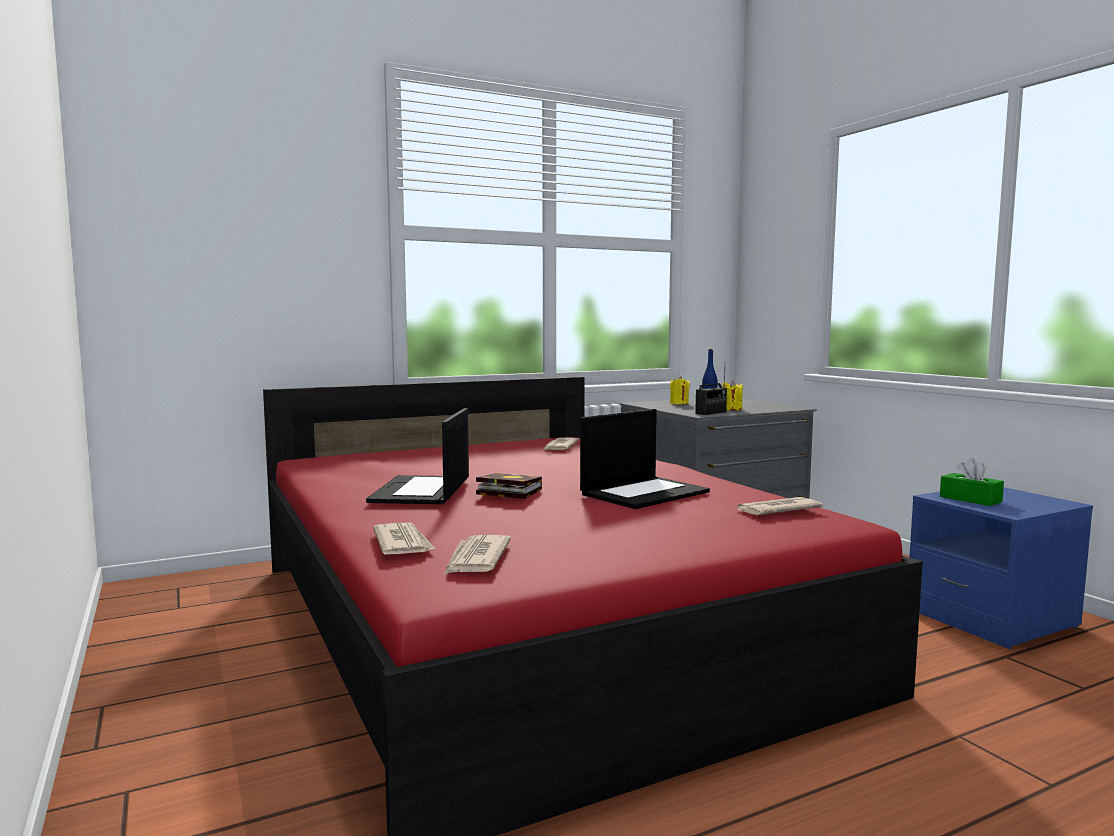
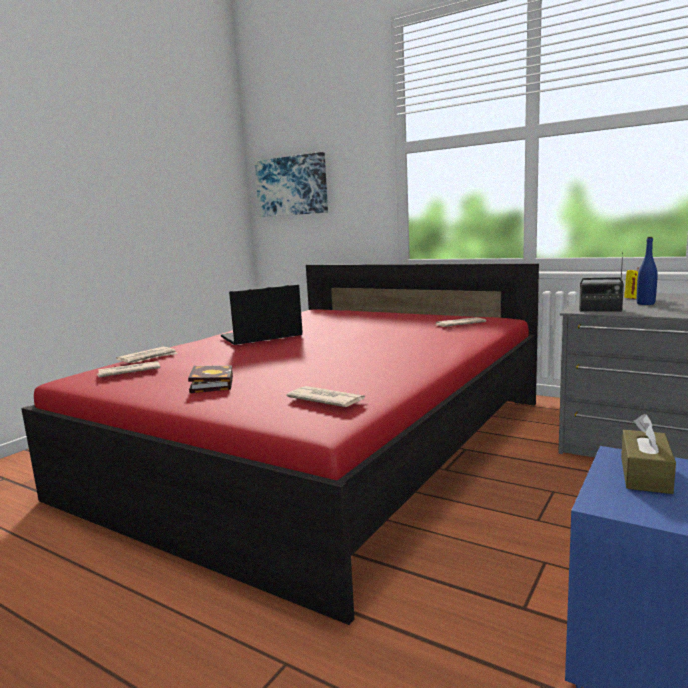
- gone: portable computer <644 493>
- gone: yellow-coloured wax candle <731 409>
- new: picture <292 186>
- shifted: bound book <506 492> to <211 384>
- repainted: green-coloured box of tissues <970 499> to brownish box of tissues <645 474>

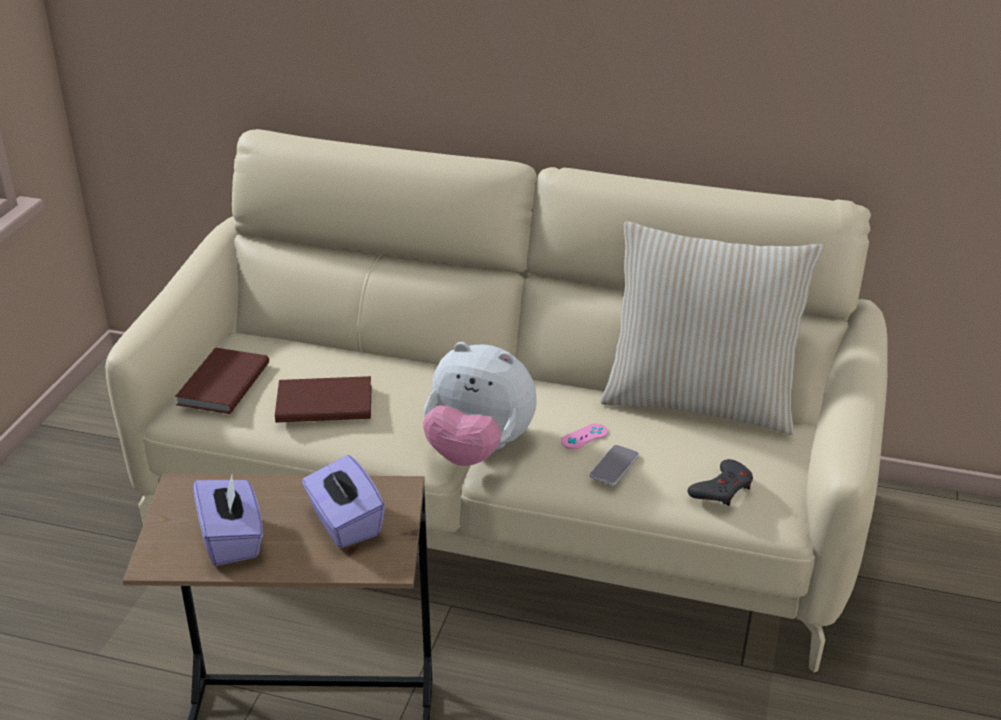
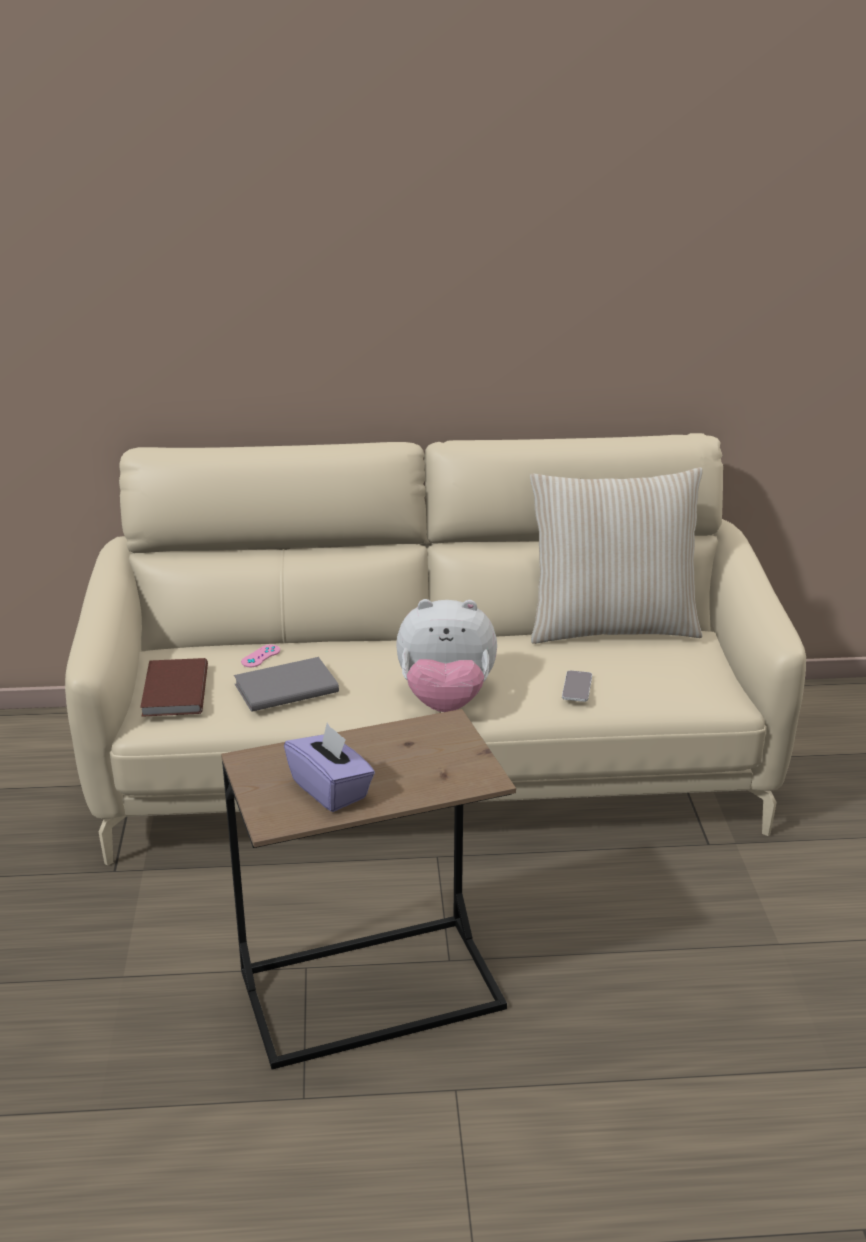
- gone: purplish box of tissues <344 523>
- gone: grey joypad <722 488>
- shifted: pink joypad <584 437> to <261 656>
- repainted: brownish bound book <323 402> to grey bound book <284 687>

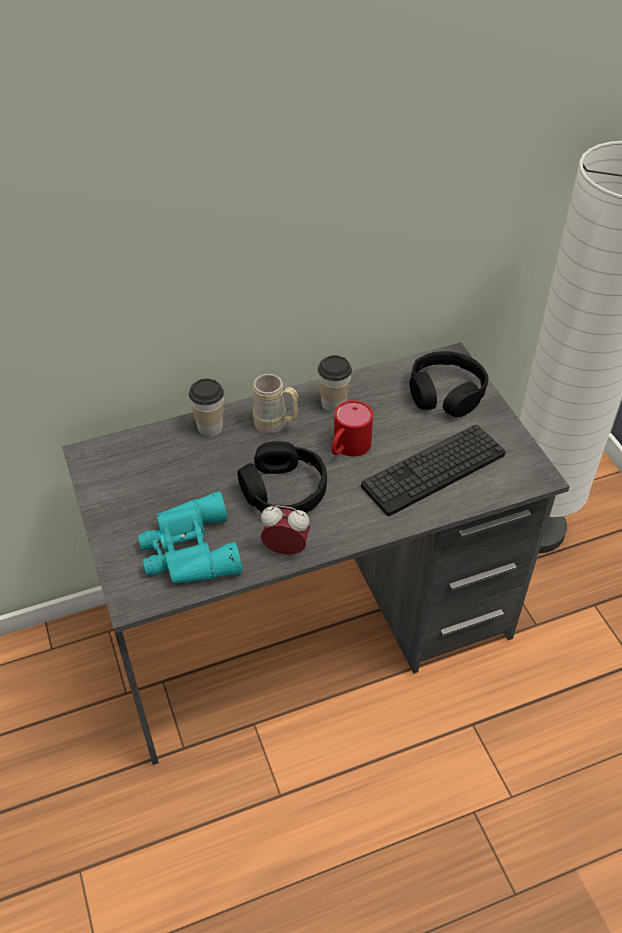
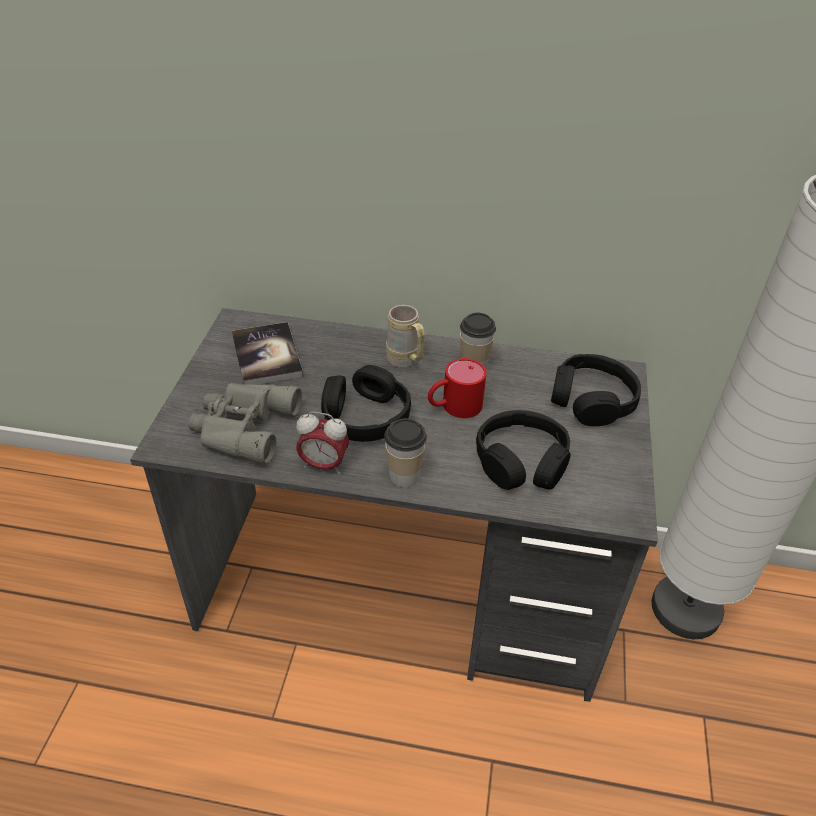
- new: bound book <267 355>
- shifted: drinking cup <210 427> to <404 475>
- swapped: computer keyboard <433 470> to black headset <521 461>
- repainted: turquoise field glasses <188 551> to grey field glasses <242 427>
- rotated: alarm clock <286 549> = <323 465> 150 degrees clockwise

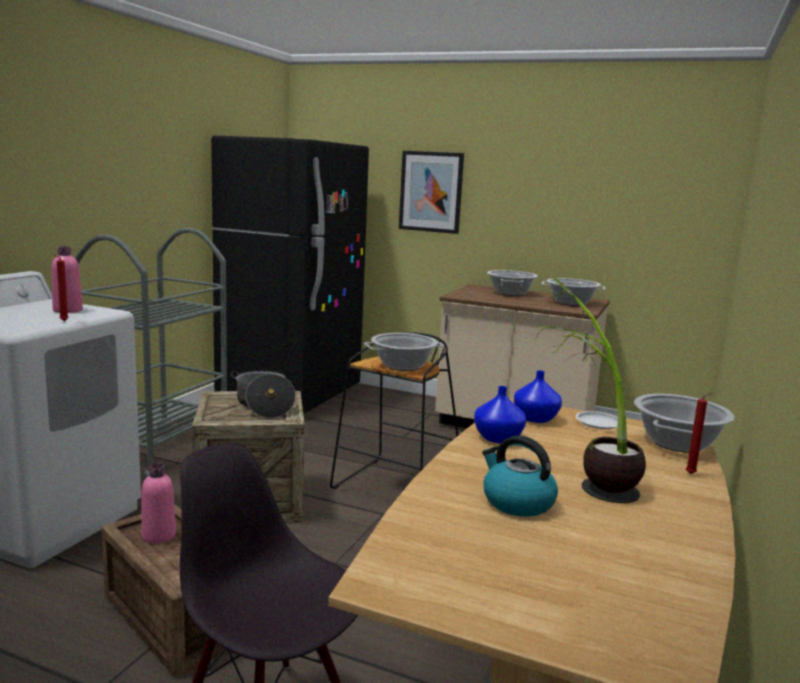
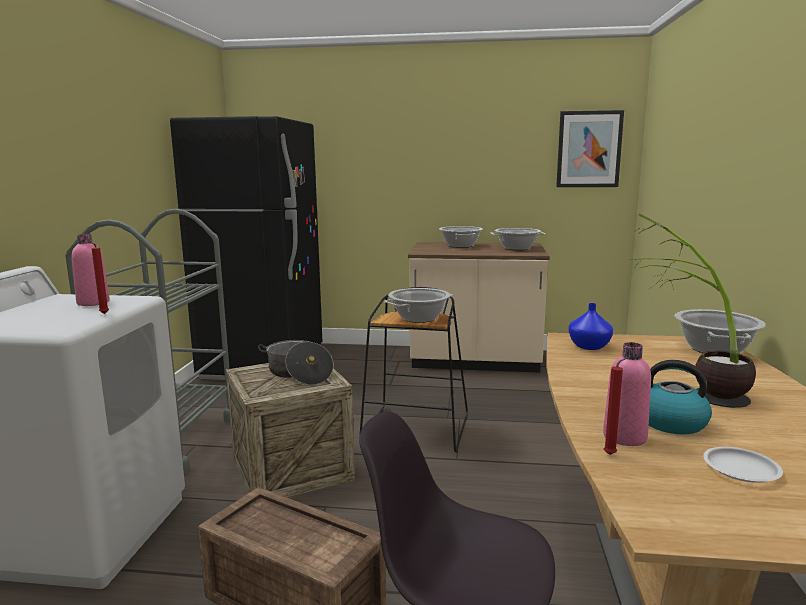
- gone: blue-coloured vase <497 437>
- shifted: pink beverage bottle <159 536> to <624 437>
- shifted: picture <431 192> to <589 149>
- shifted: white dinner plate <598 423> to <741 469>
- shifted: reddish wax candle <692 474> to <611 454>

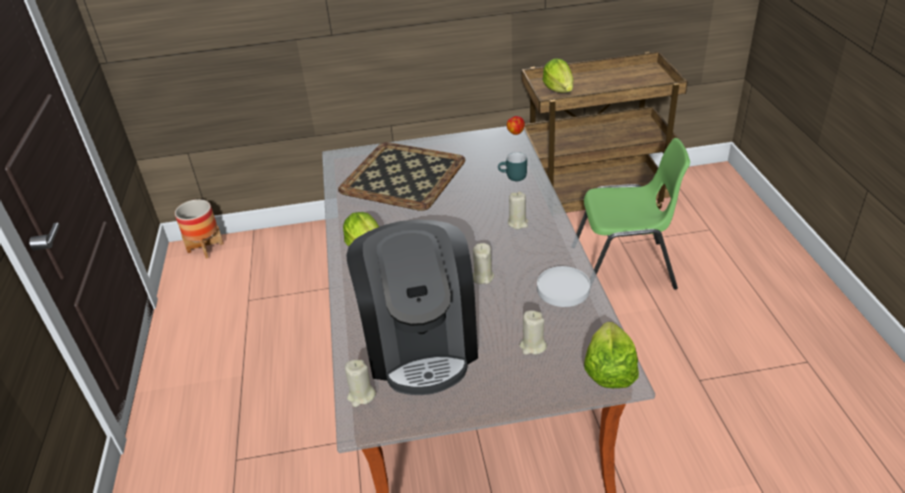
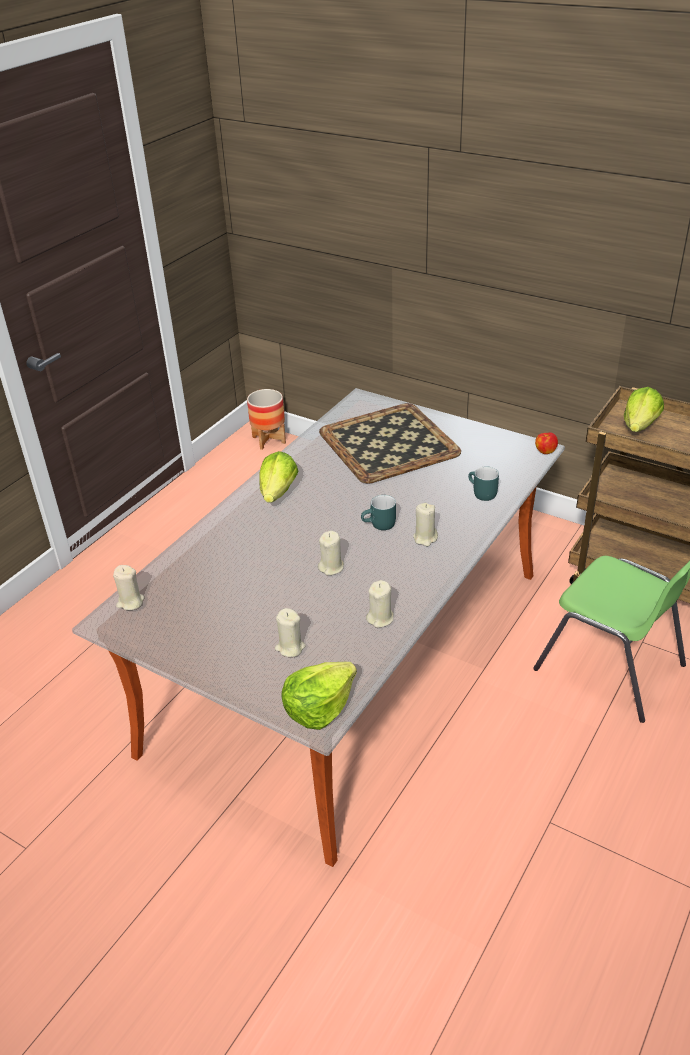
- gone: coffee maker <420 345>
- new: turquoise tea mug <380 525>
- swapped: white dinner plate <563 289> to beige-coloured wax candle <380 618>

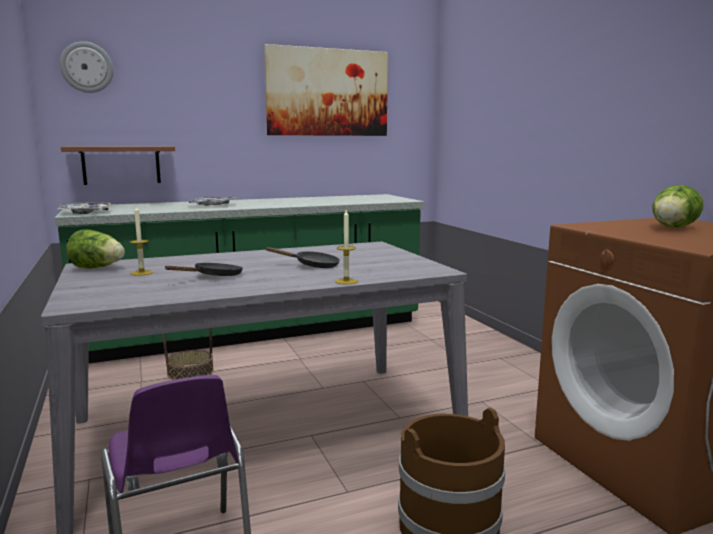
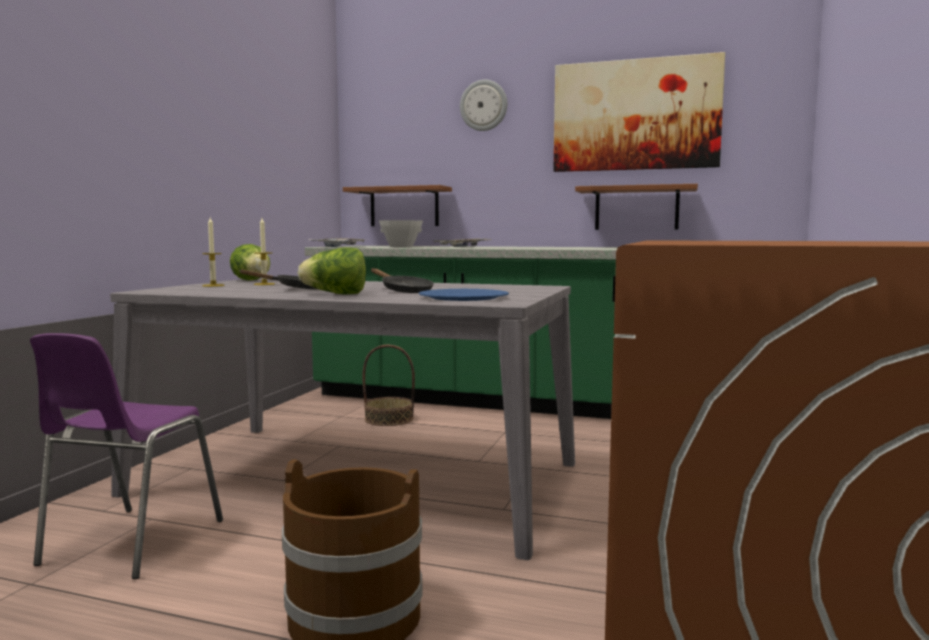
- new: white bowl <401 246>
- new: blue-coloured dinner plate <463 297>
- new: wall shelf <636 208>
- shifted: wall clock <87 67> to <483 105>
- shifted: wax candle <346 281> to <213 285>
- shifted: lettuce head <672 228> to <336 294>

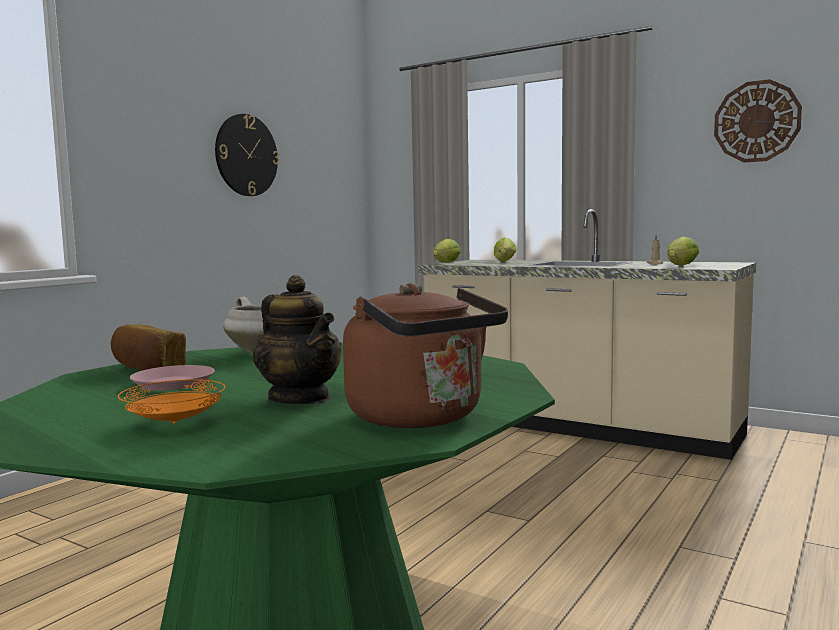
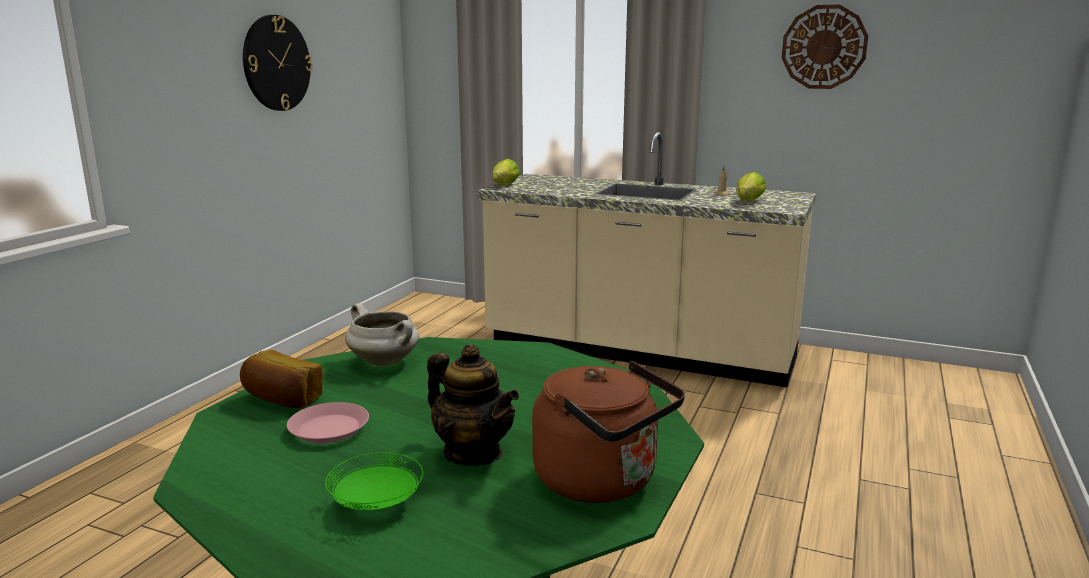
- gone: lettuce head <504 261>
- repainted: orange dinner plate <175 423> to green-coloured dinner plate <377 504>

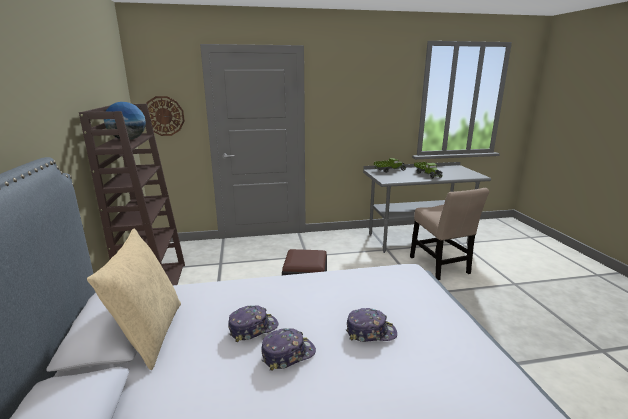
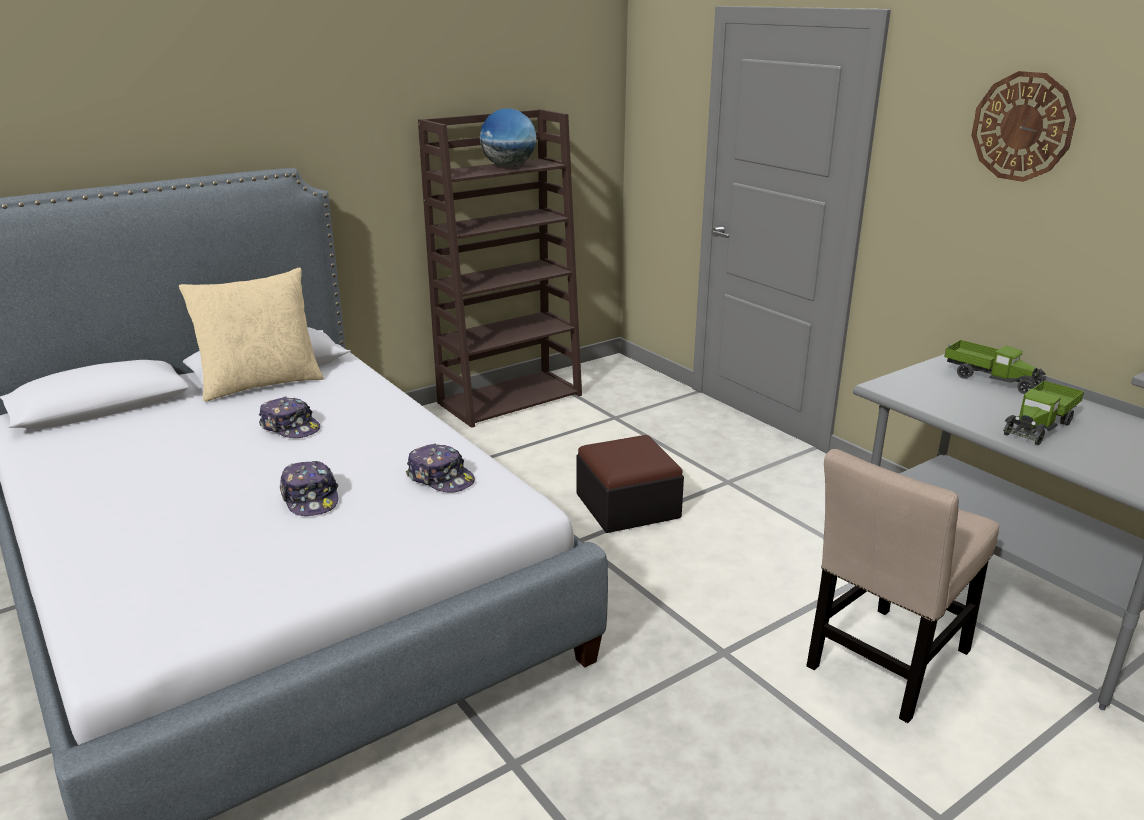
- shifted: wall clock <164 116> to <1022 126>
- shifted: baseball cap <288 354> to <441 478>

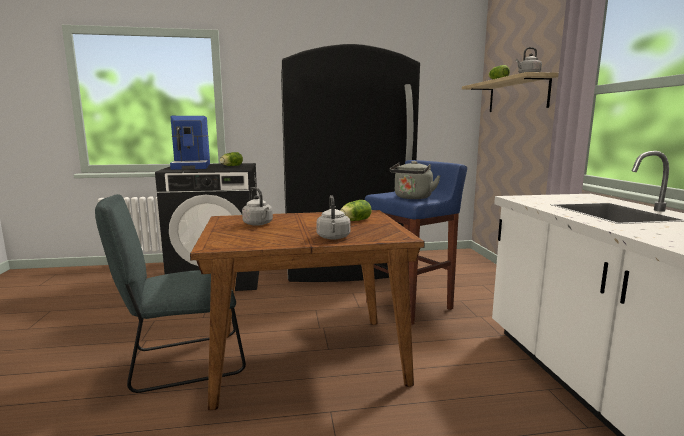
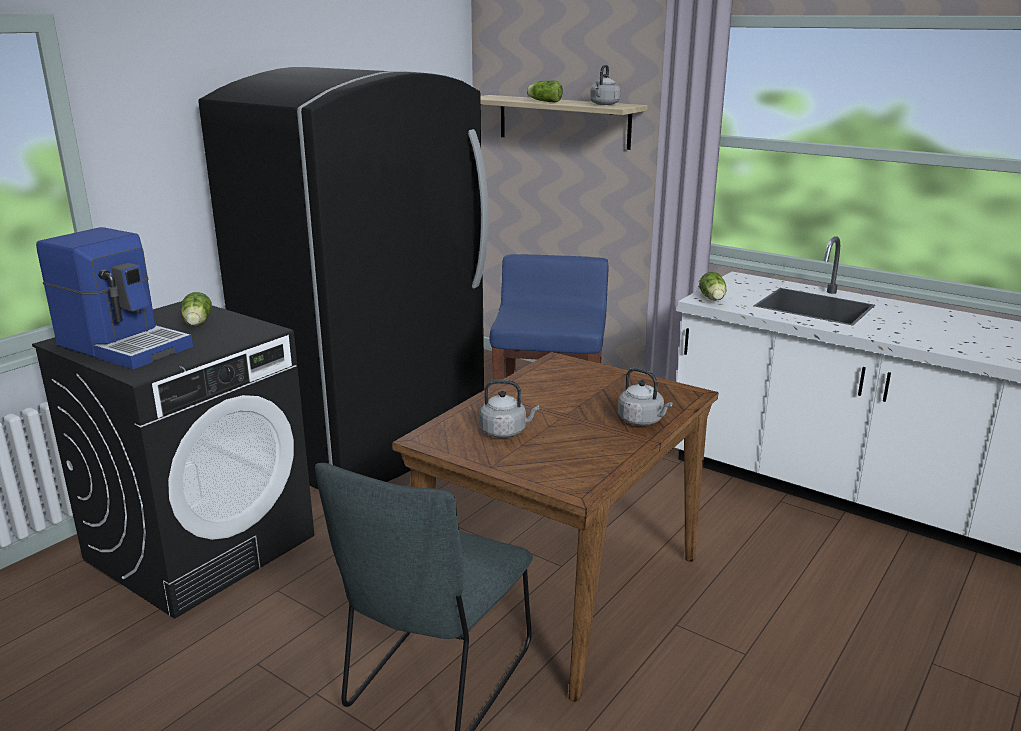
- gone: grey kettle <412 198>
- shifted: lettuce head <353 221> to <713 299>

